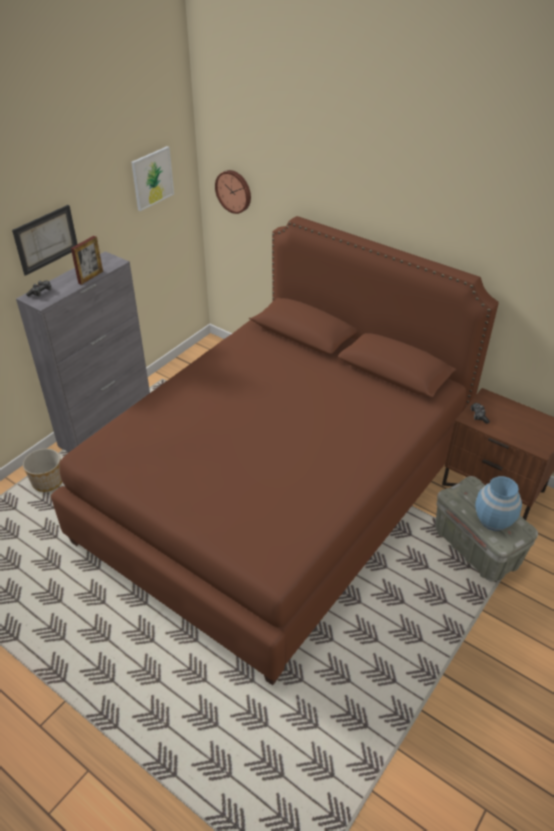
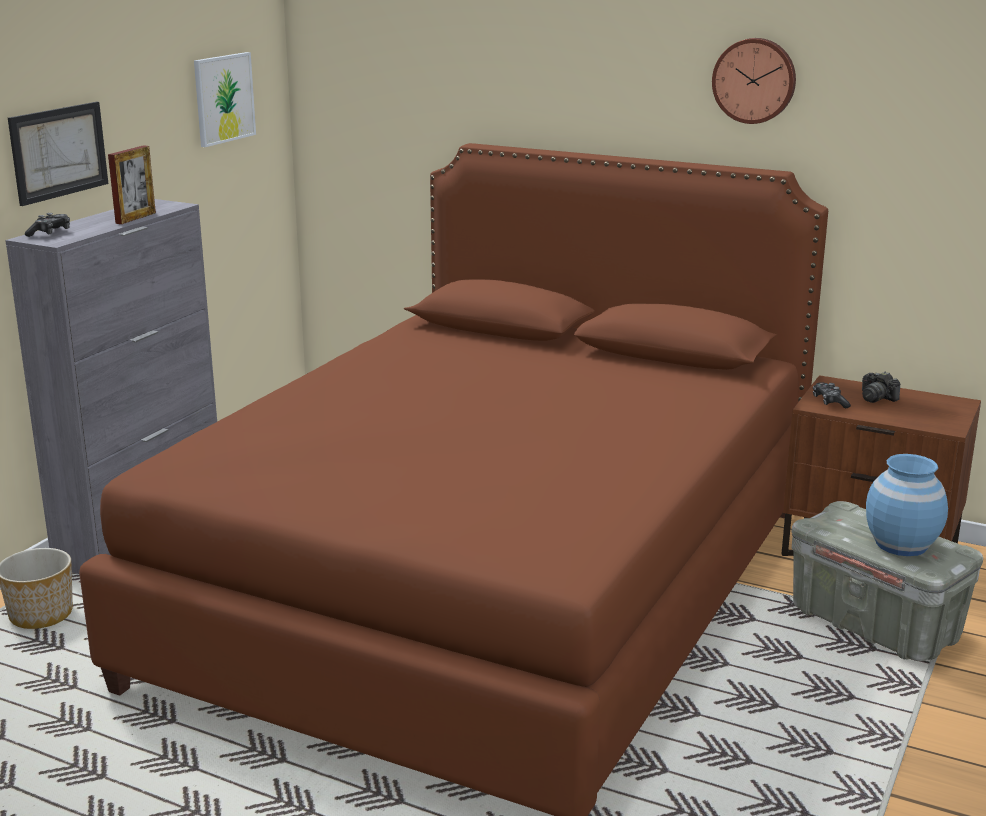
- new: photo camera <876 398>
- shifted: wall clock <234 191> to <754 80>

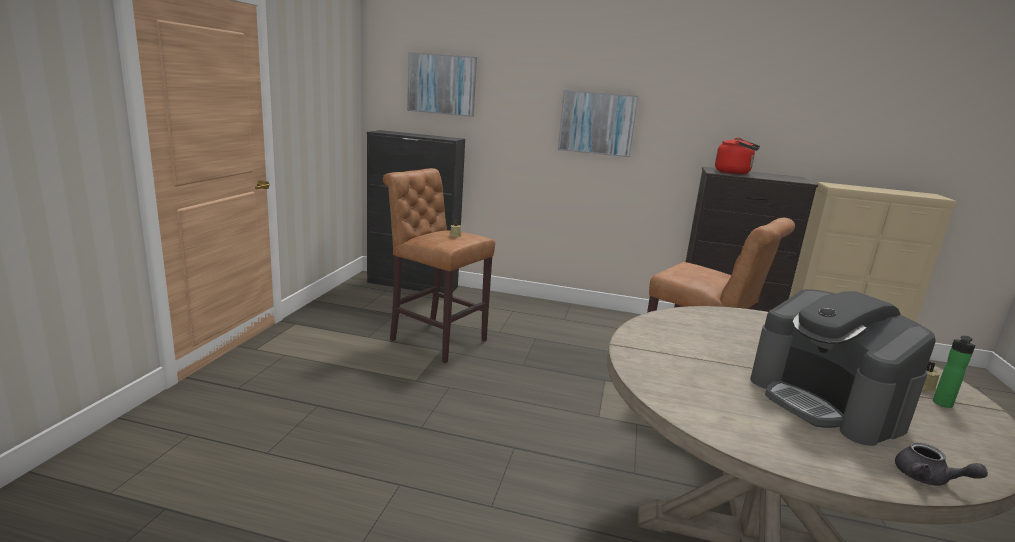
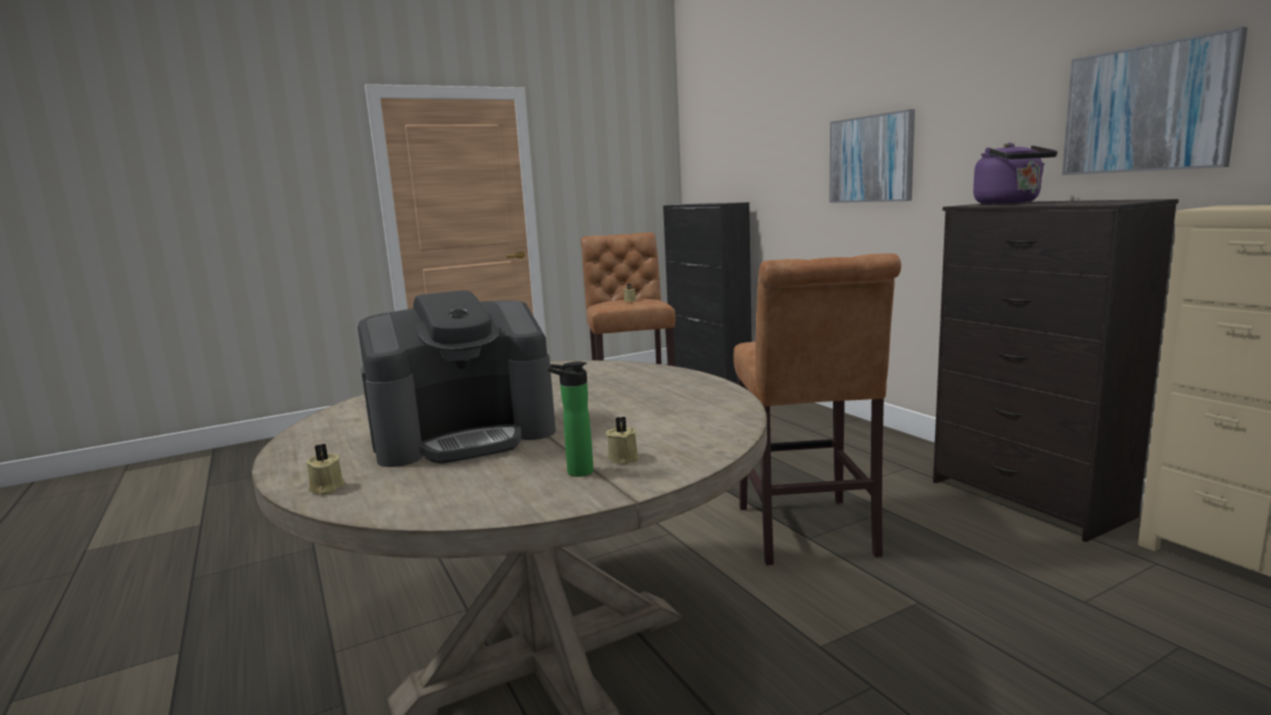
- shifted: picture <442 84> to <1147 109>
- swapped: grey tea pot <928 479> to beige-coloured wax candle <326 488>
- repainted: reddish kettle <734 173> to purplish kettle <1010 203>
- rotated: coffee maker <826 402> = <465 435> 135 degrees counterclockwise

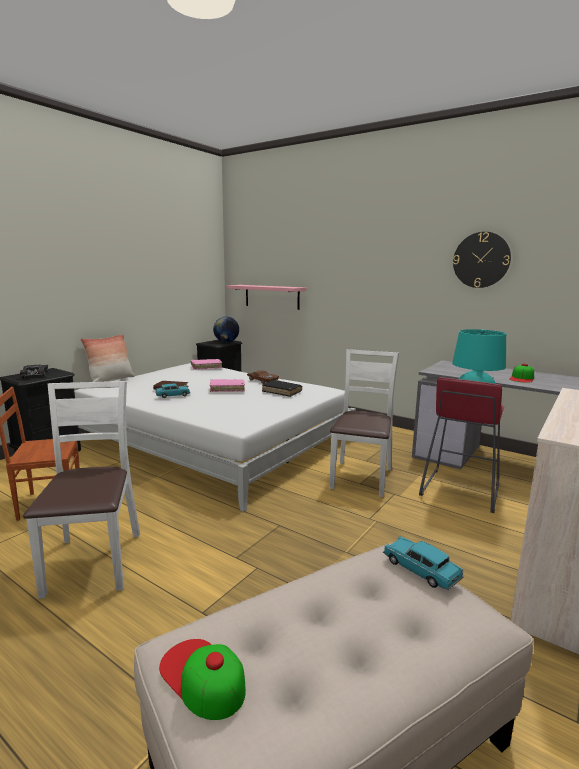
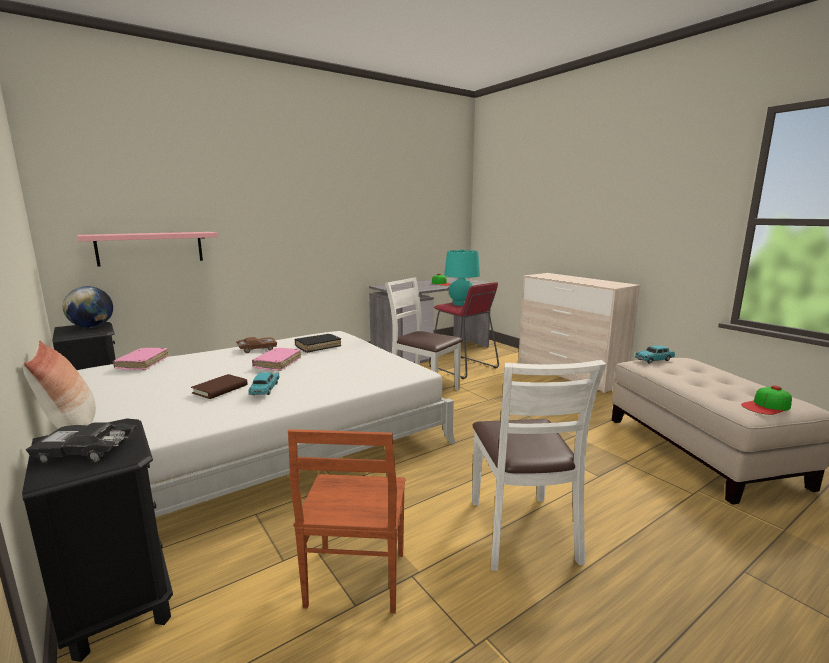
- gone: wall clock <481 260>
- rotated: white upright chair <93 562> = <521 532> 105 degrees counterclockwise

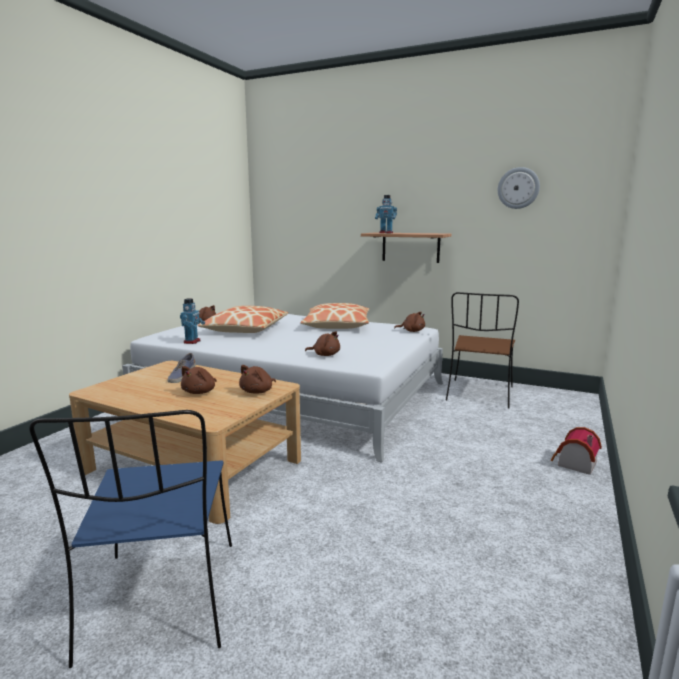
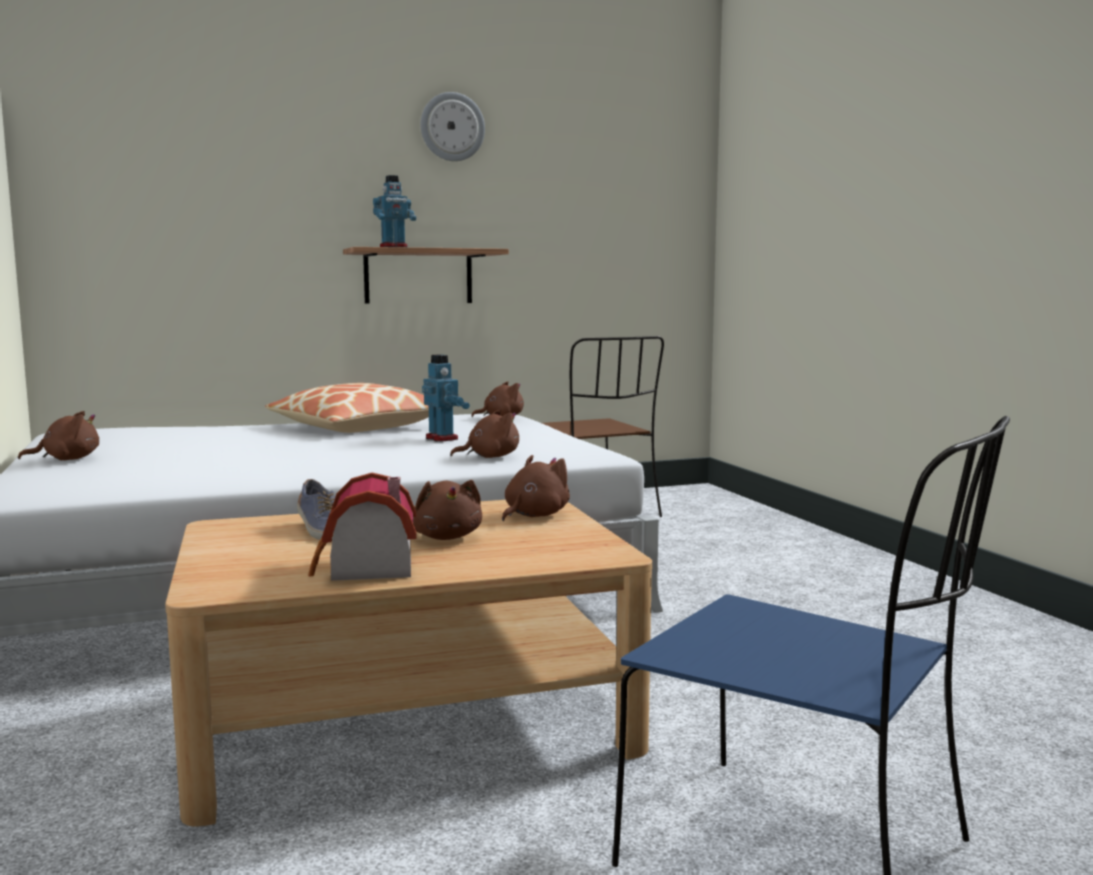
- gone: cushion <245 329>
- shifted: model robot <192 342> to <442 438>
- shifted: wall clock <518 188> to <452 127>
- shifted: toy house <574 464> to <365 568>
- rotated: brownish cuddly toy <258 391> = <534 515> 135 degrees counterclockwise

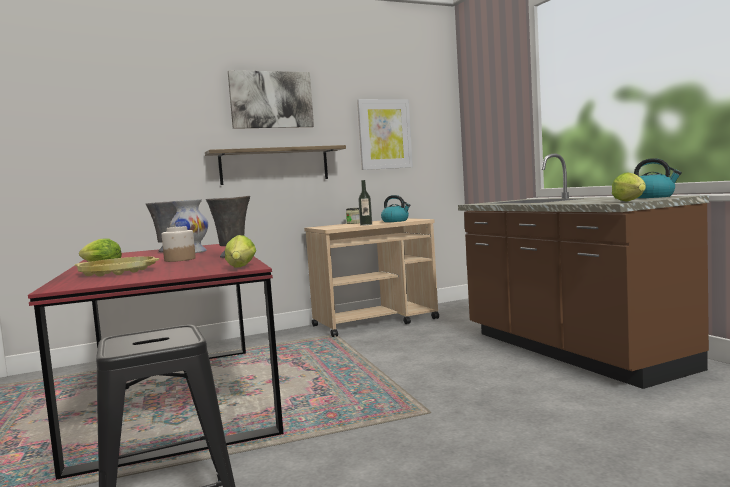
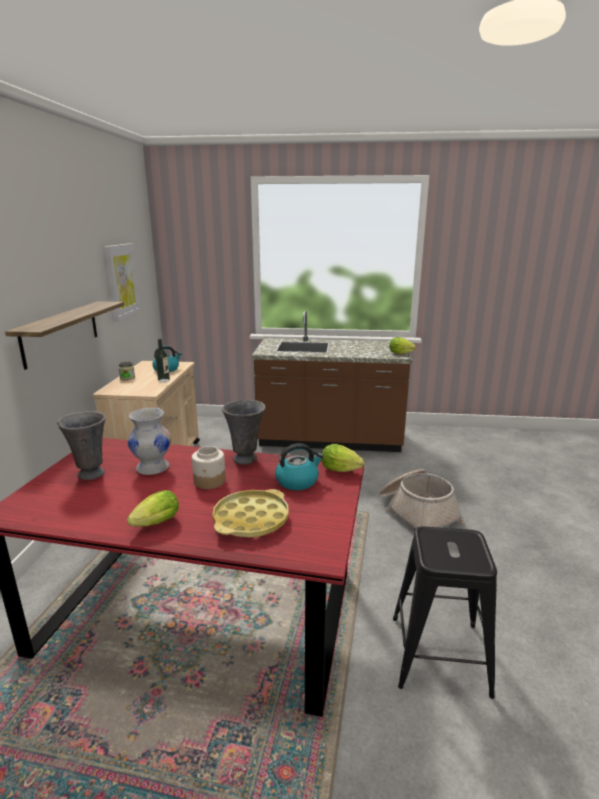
- gone: picture <271 100>
- new: basket <416 512>
- shifted: kettle <653 197> to <297 481>

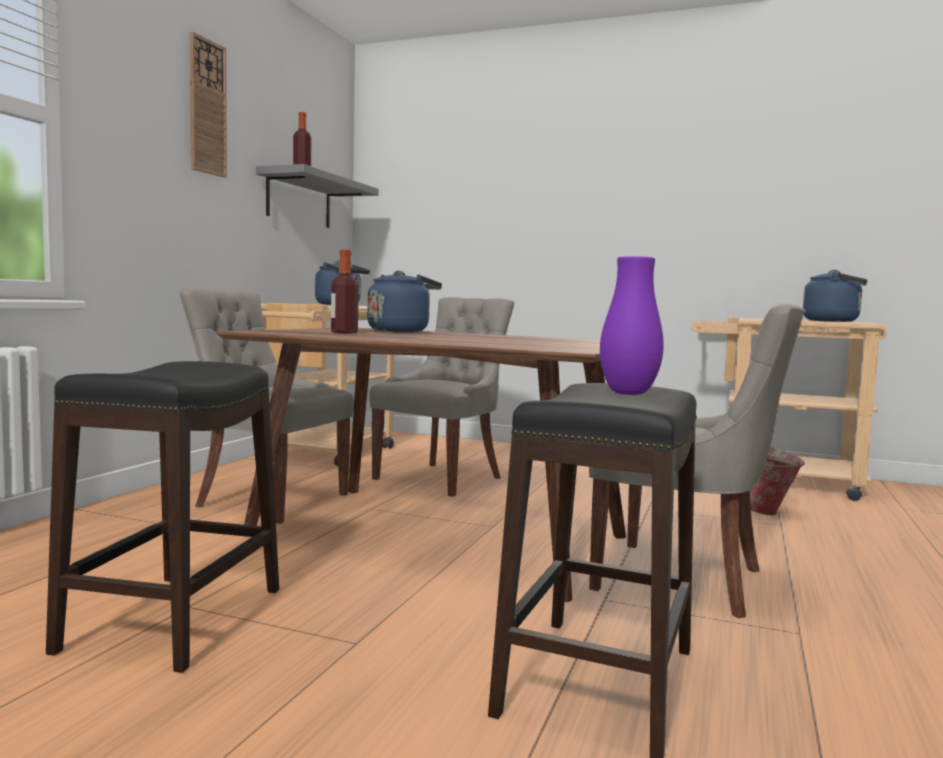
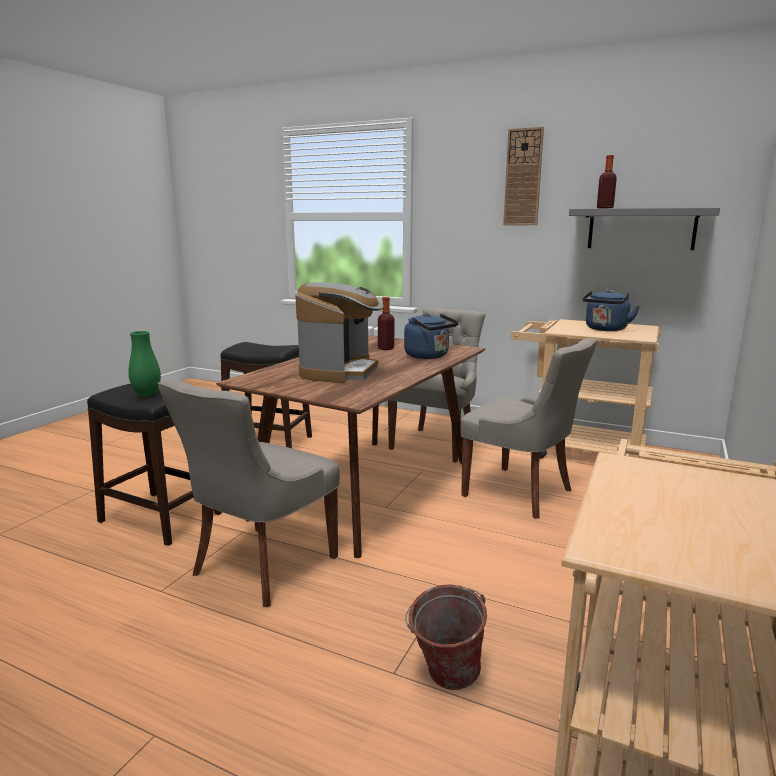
- gone: blue-coloured kettle <834 321>
- new: coffee maker <340 371>
- repainted: purplish vase <628 393> to green-coloured vase <147 395>

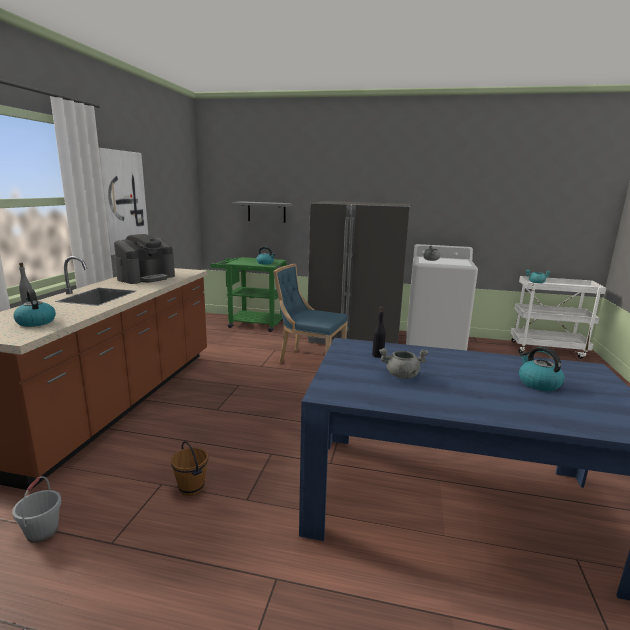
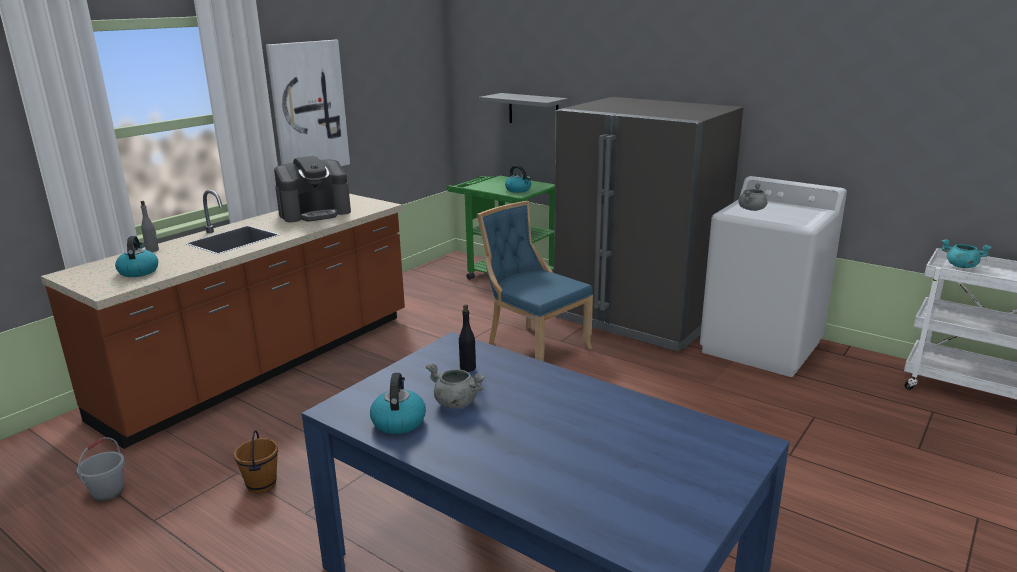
- shifted: kettle <538 383> to <398 421>

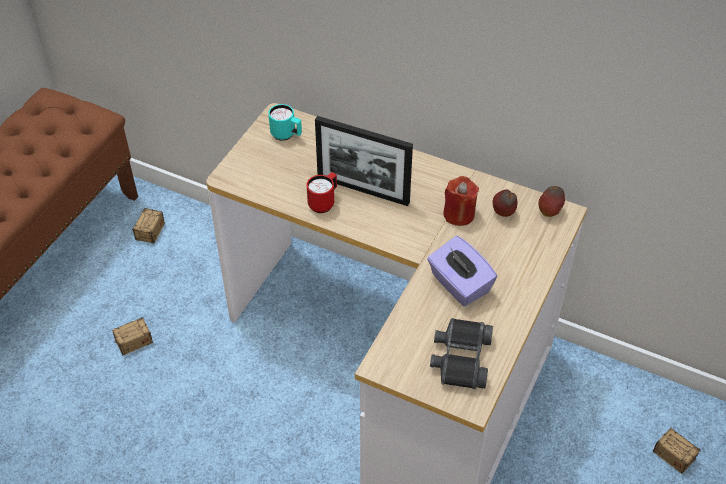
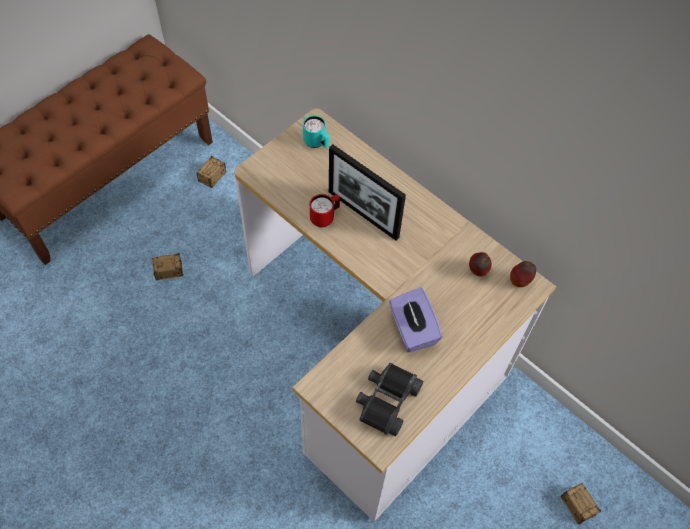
- gone: reddish wax candle <459 214>

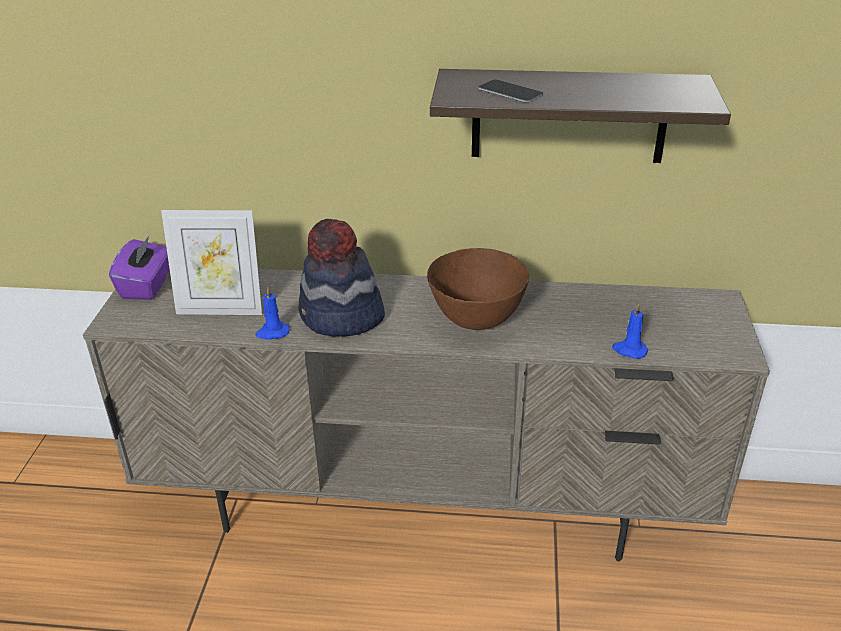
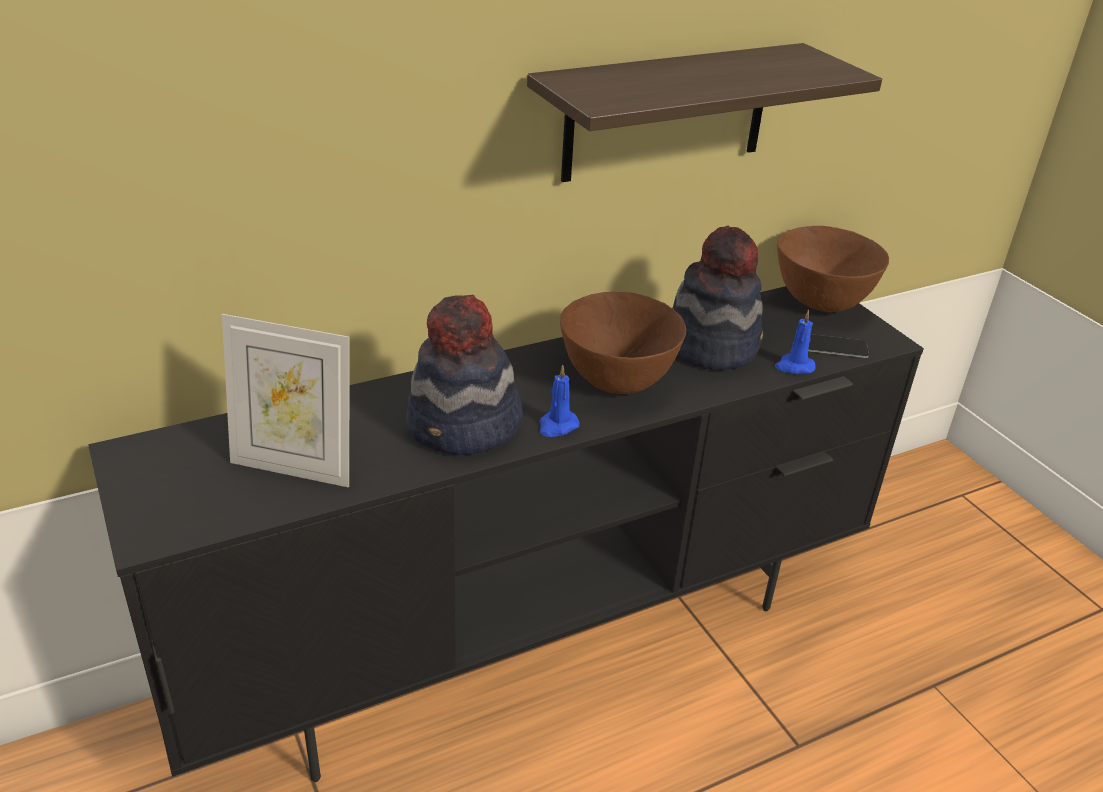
- gone: purplish box of tissues <147 286>
- new: wearable hat <712 345>
- new: brownish bowl <822 303>
- shifted: blue-coloured wax candle <272 332> to <557 426>
- shifted: phone <510 92> to <834 347>
- repainted: beige-coloured media console <426 506> to black media console <537 639>
- rotated: standing frame <221 309> = <295 466> 45 degrees clockwise

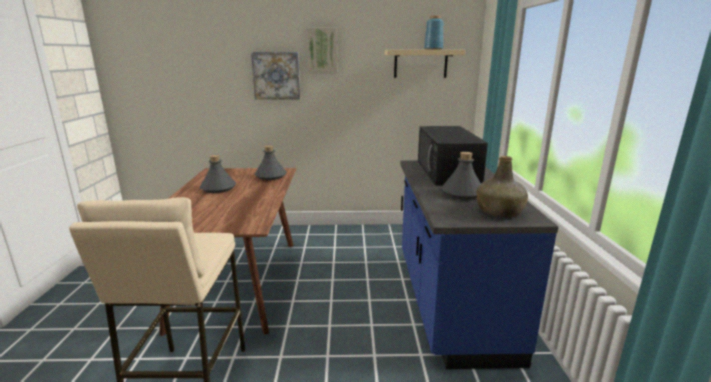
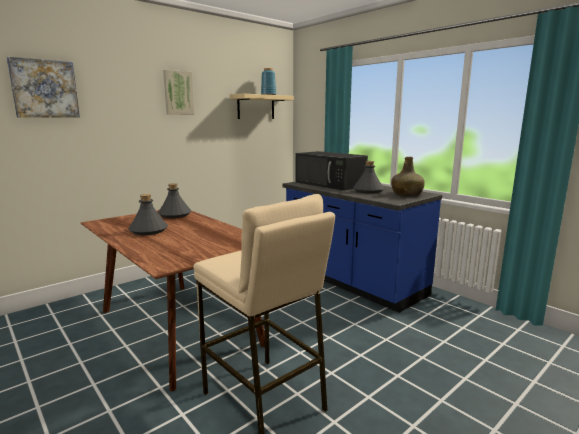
- shifted: picture <276 75> to <44 89>

